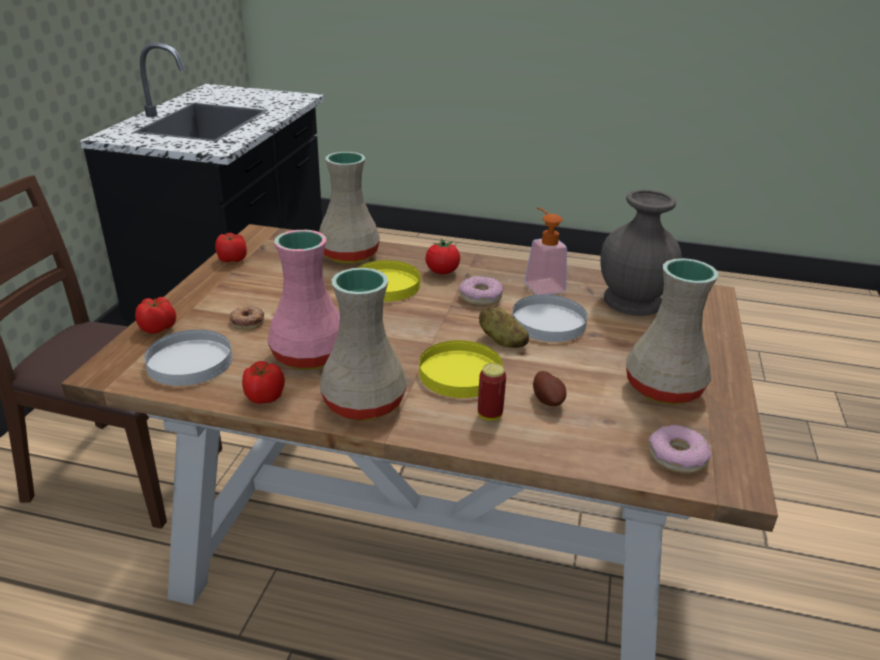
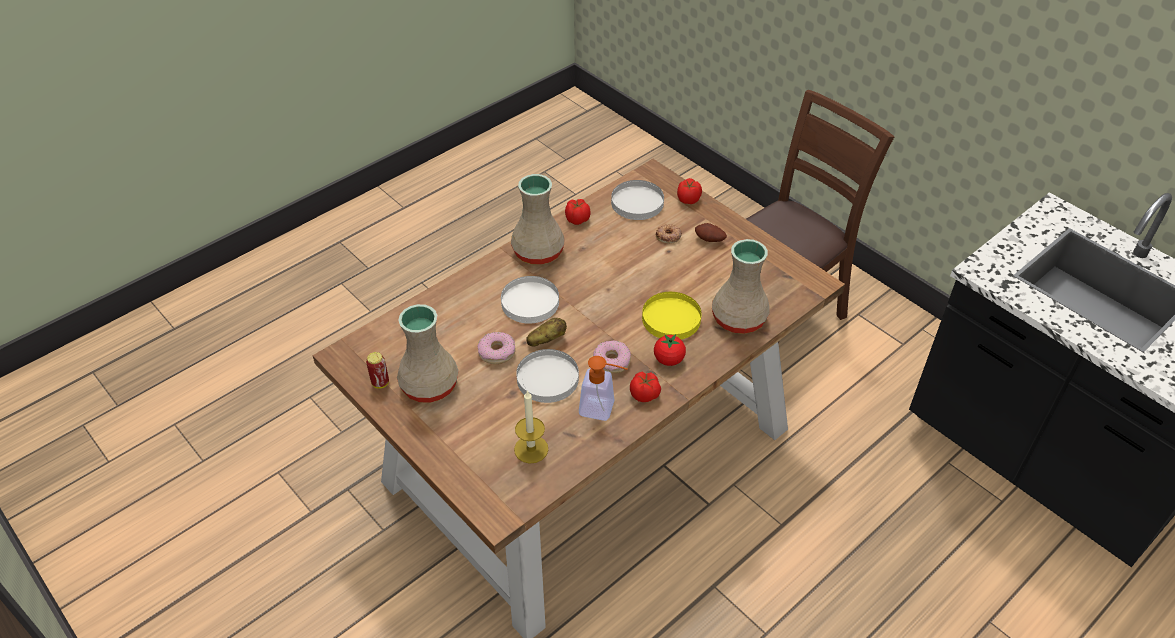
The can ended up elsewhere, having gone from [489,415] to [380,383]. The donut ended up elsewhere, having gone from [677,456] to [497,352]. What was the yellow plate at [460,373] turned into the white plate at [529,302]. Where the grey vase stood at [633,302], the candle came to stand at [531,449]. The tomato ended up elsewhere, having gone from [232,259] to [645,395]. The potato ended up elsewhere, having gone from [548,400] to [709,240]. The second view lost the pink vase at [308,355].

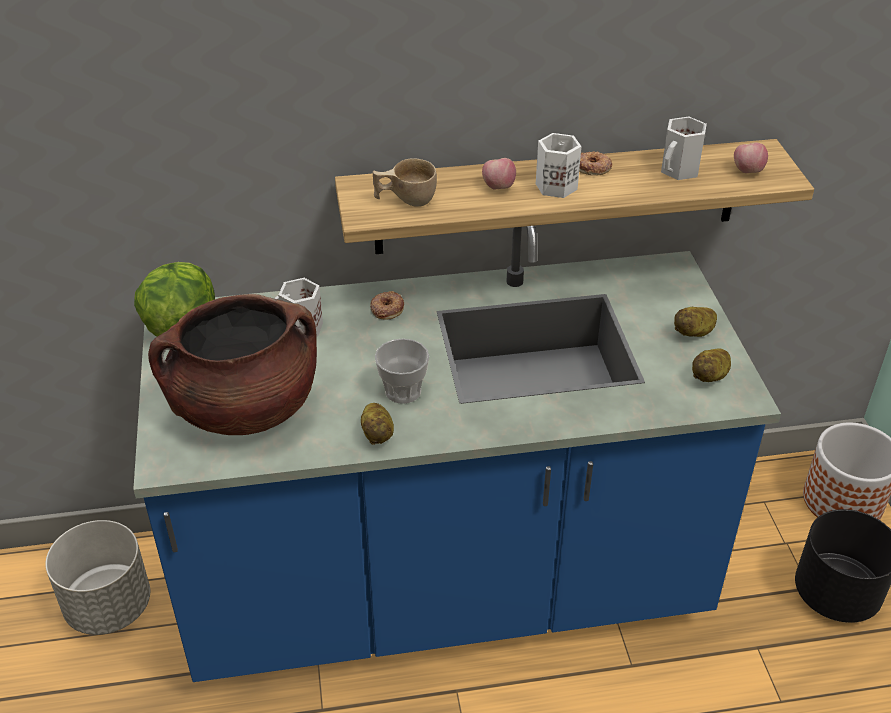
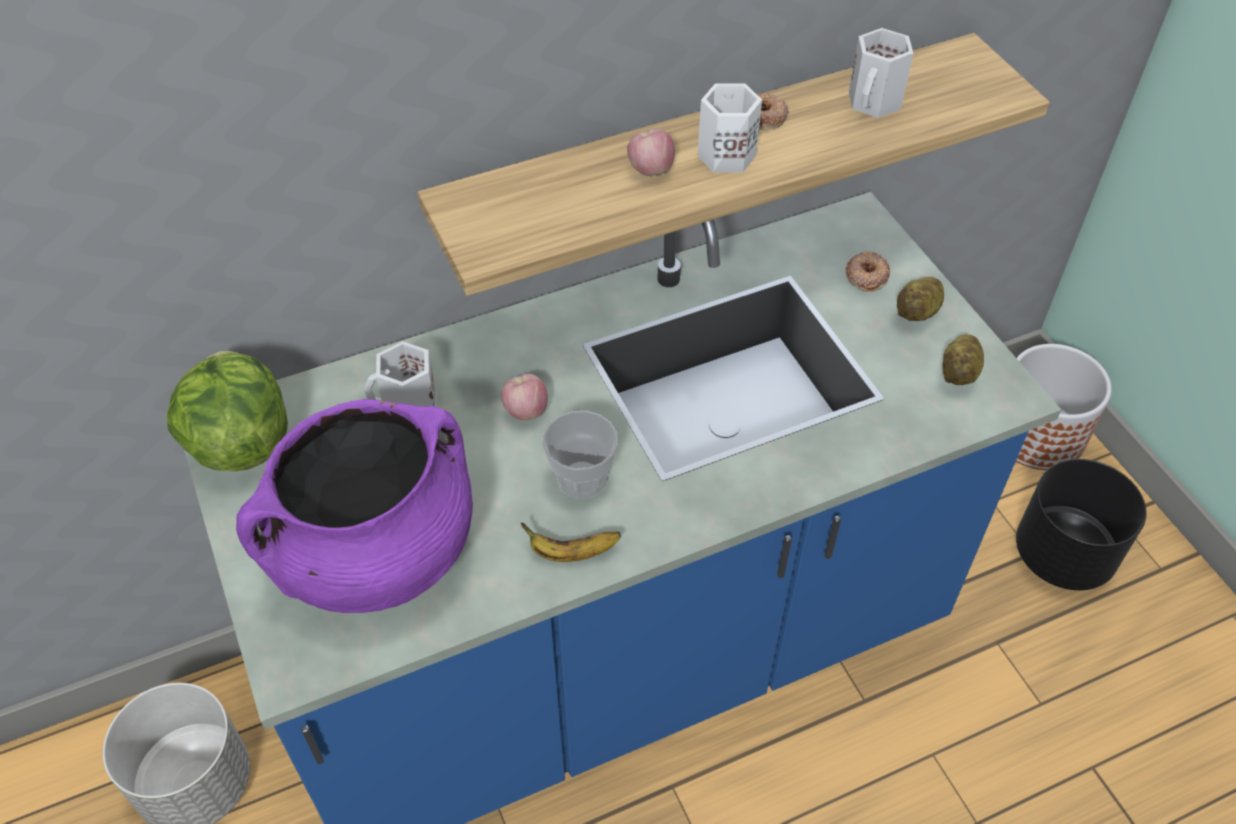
What was the brown cooking pot at [245,408] turned into the purple cooking pot at [375,553]. The apple ended up elsewhere, having gone from [747,171] to [525,411]. Where the potato stood at [378,434], the banana came to stand at [572,553]. The donut ended up elsewhere, having gone from [387,308] to [866,275]. The second view lost the beige cup at [405,199].

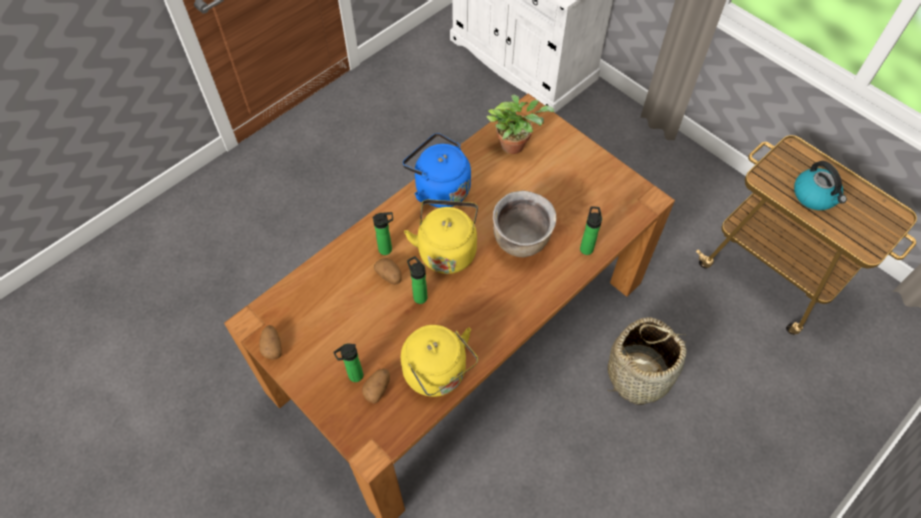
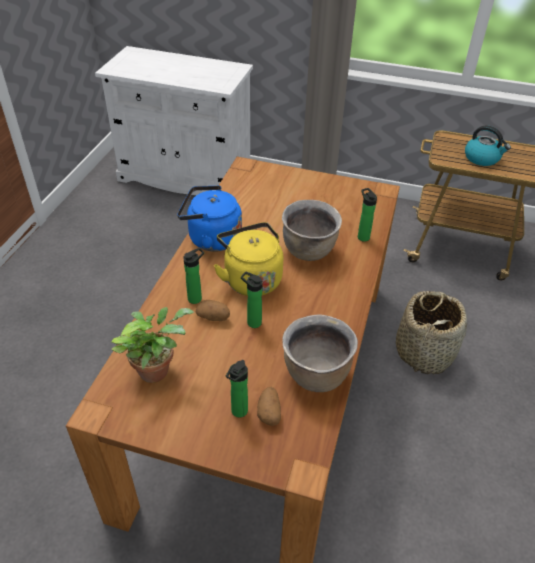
The potted plant ended up elsewhere, having gone from [515,145] to [157,369]. Where the yellow kettle stood at [438,374], the brown cooking pot came to stand at [315,375]. The second view lost the potato at [272,346].

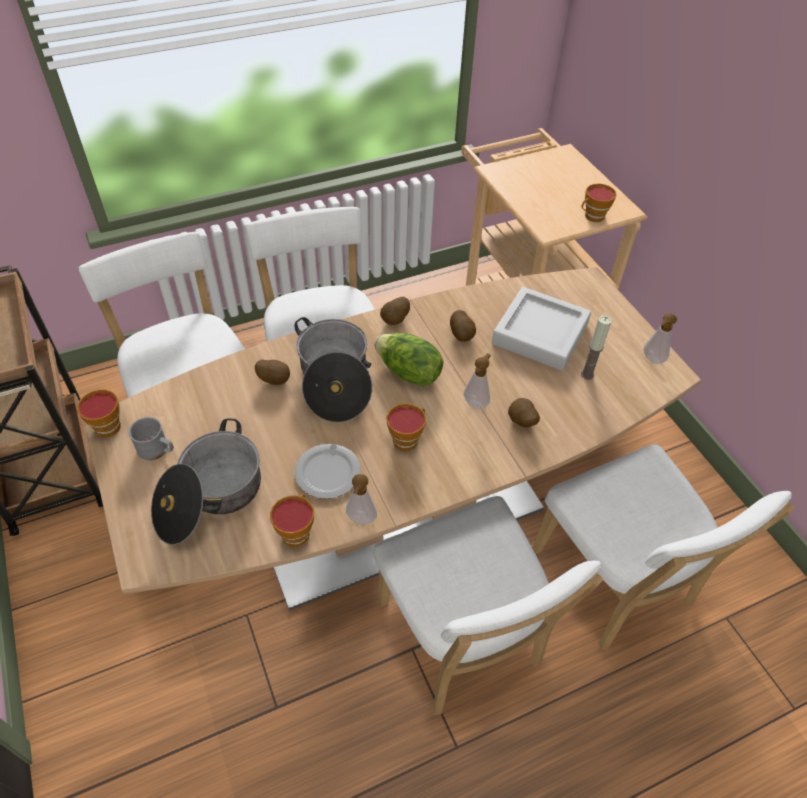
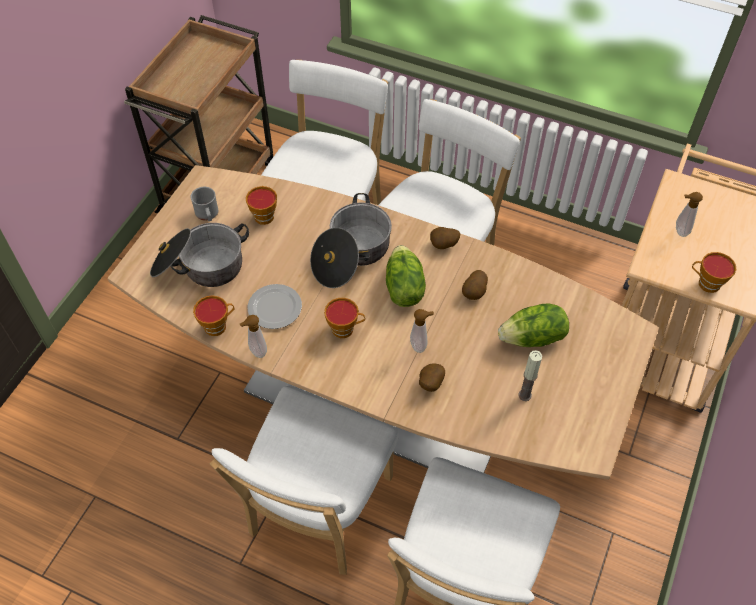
The cup ended up elsewhere, having gone from [105,425] to [264,215]. Where the grey tray stood at [540,334], the lettuce came to stand at [533,338]. The soap dispenser ended up elsewhere, having gone from [652,360] to [679,231]. The second view lost the potato at [274,379].

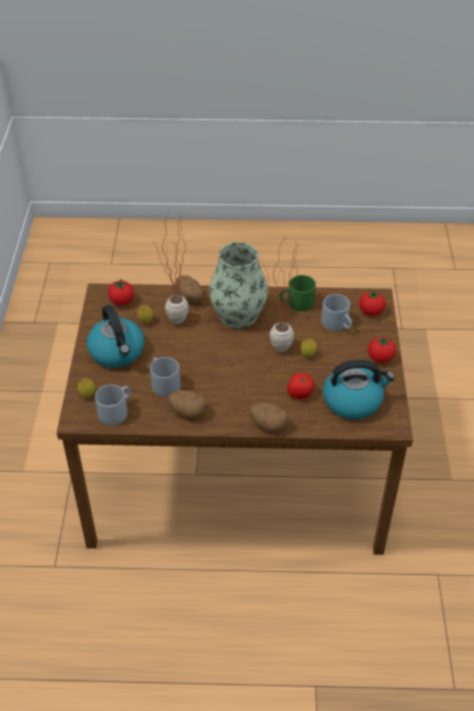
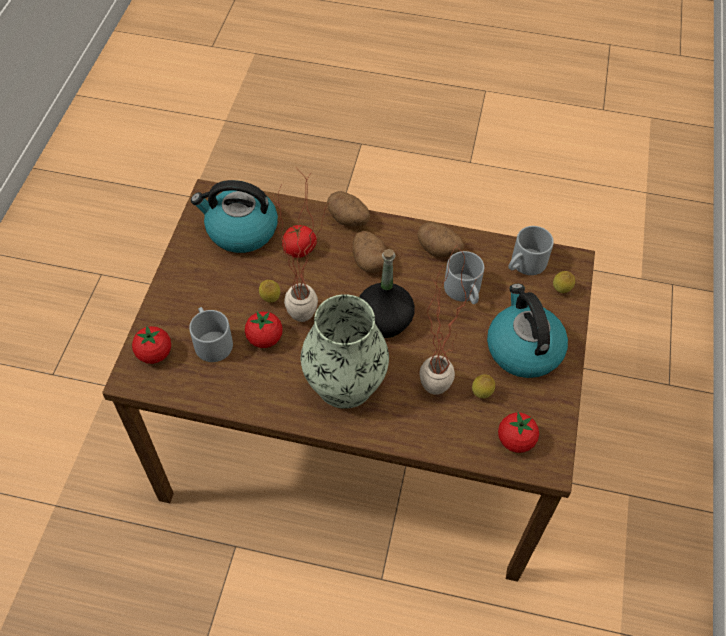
The tomato ended up elsewhere, having gone from [380,358] to [265,338]. The potato ended up elsewhere, having gone from [190,298] to [369,261]. The second view gained the black bottle at [384,320]. The second view lost the green mug at [296,303].

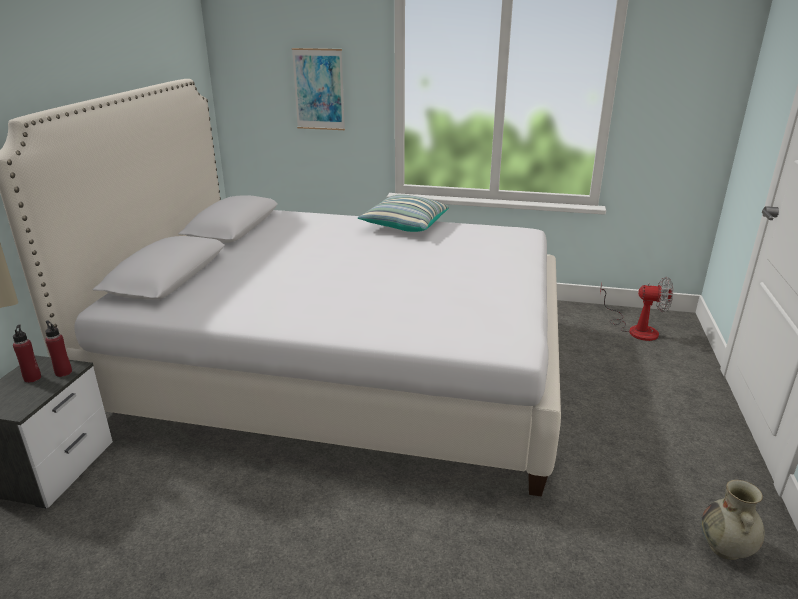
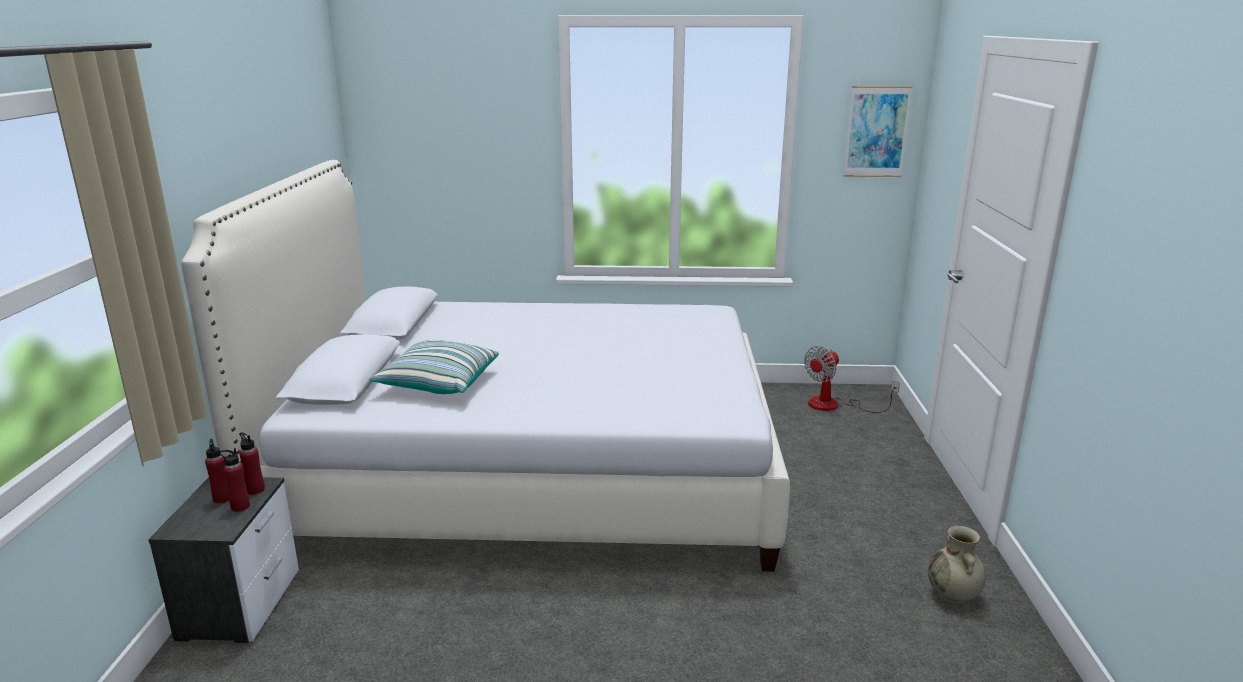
The second view gained the red bottle at [240,506]. The pillow ended up elsewhere, having gone from [404,226] to [438,384]. The fan at [635,329] ended up facing another way, 135 degrees clockwise from before. The picture ended up elsewhere, having gone from [319,89] to [876,132].

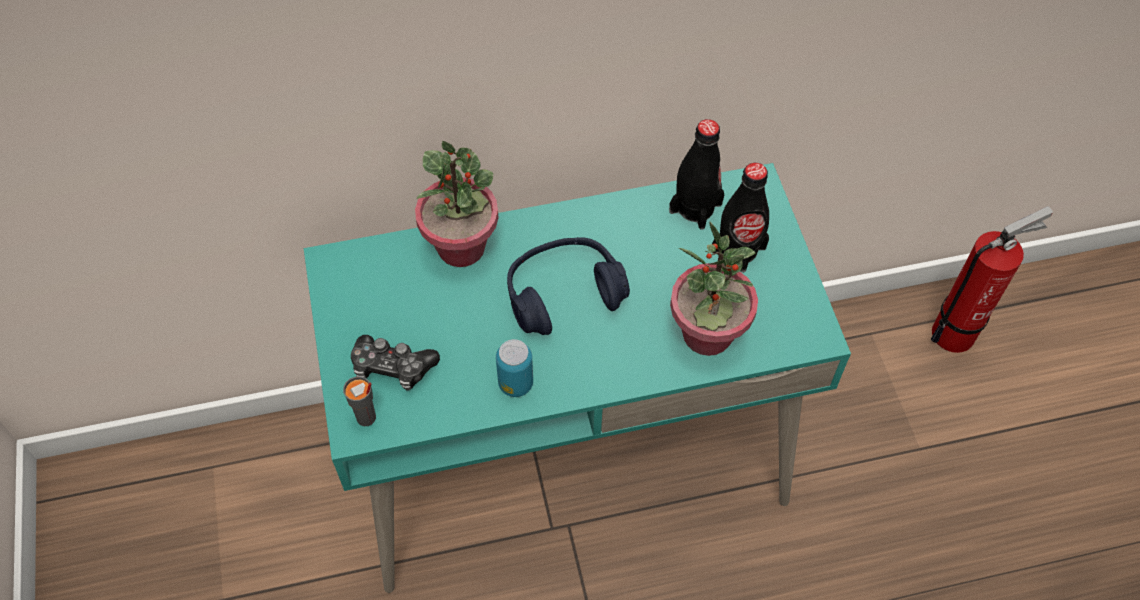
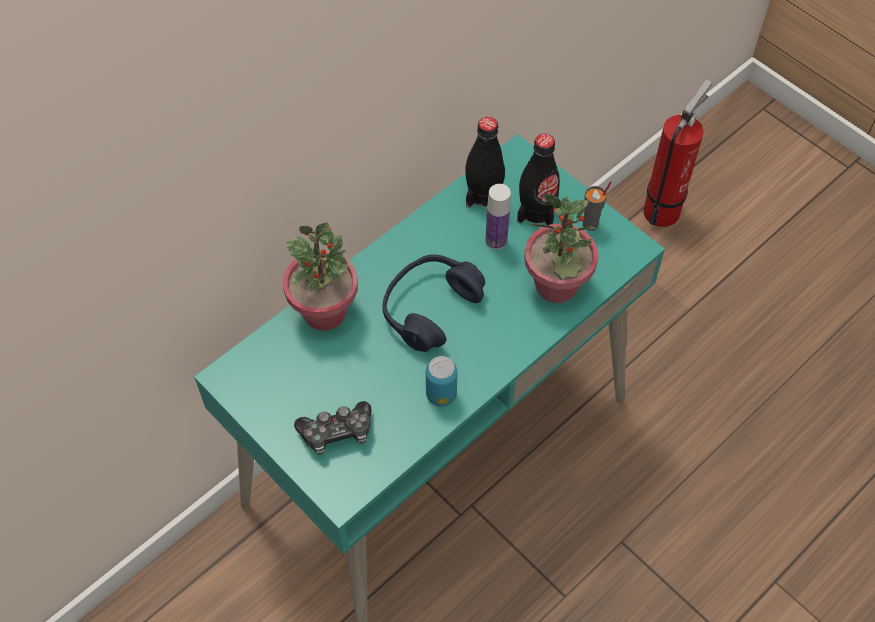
The second view gained the bottle at [496,240]. The grey cup ended up elsewhere, having gone from [366,418] to [590,224].

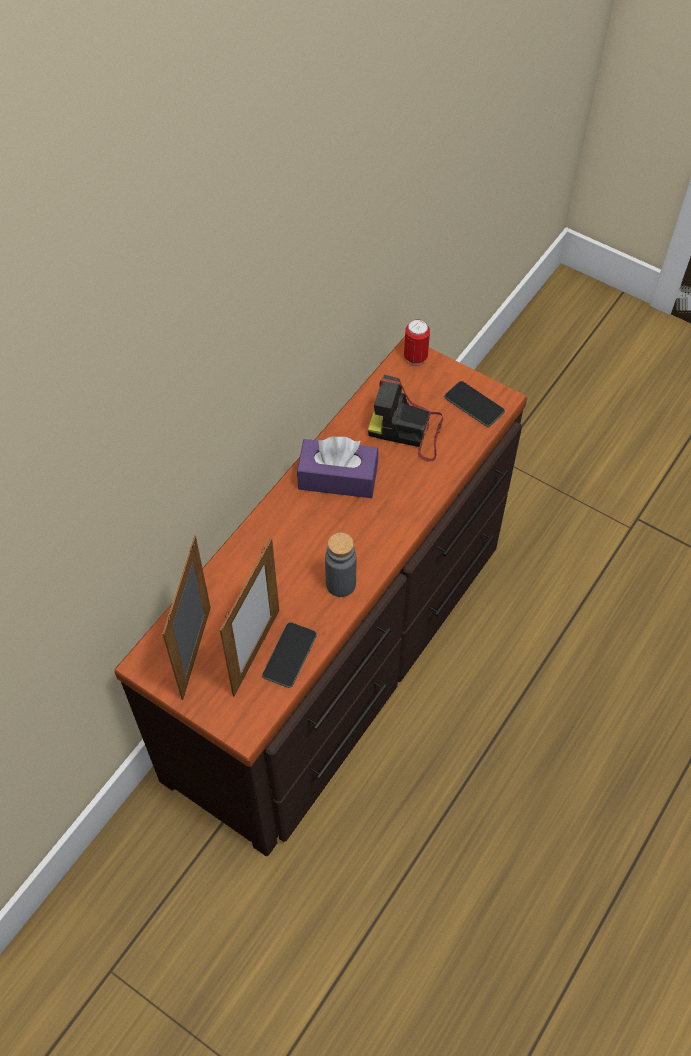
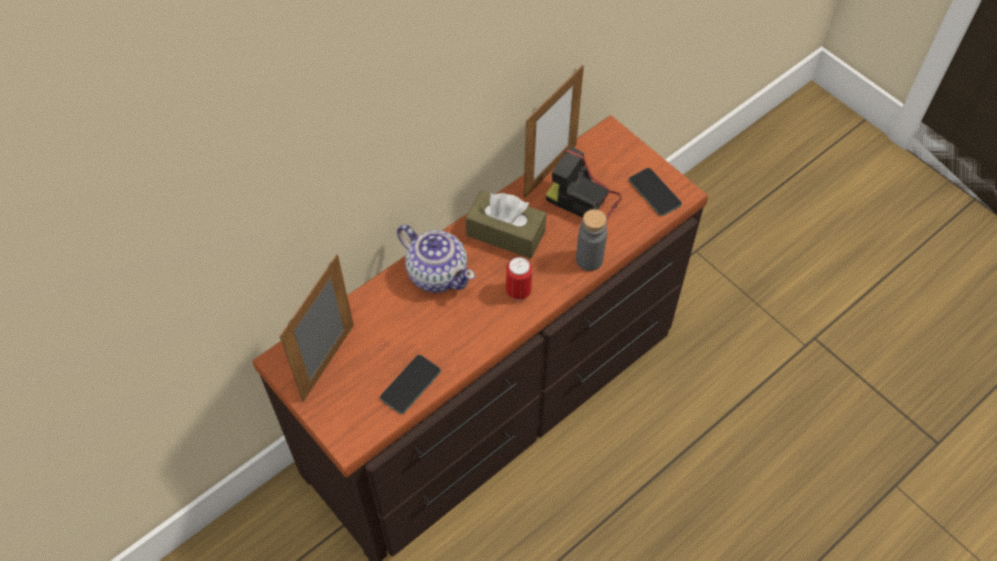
The second view gained the teapot at [437,273]. What was the purple tissue box at [337,478] turned into the brown tissue box at [505,233]. The can ended up elsewhere, having gone from [415,357] to [518,291]. The picture frame ended up elsewhere, having gone from [256,652] to [550,171]. The grey bottle ended up elsewhere, having gone from [340,584] to [589,260].

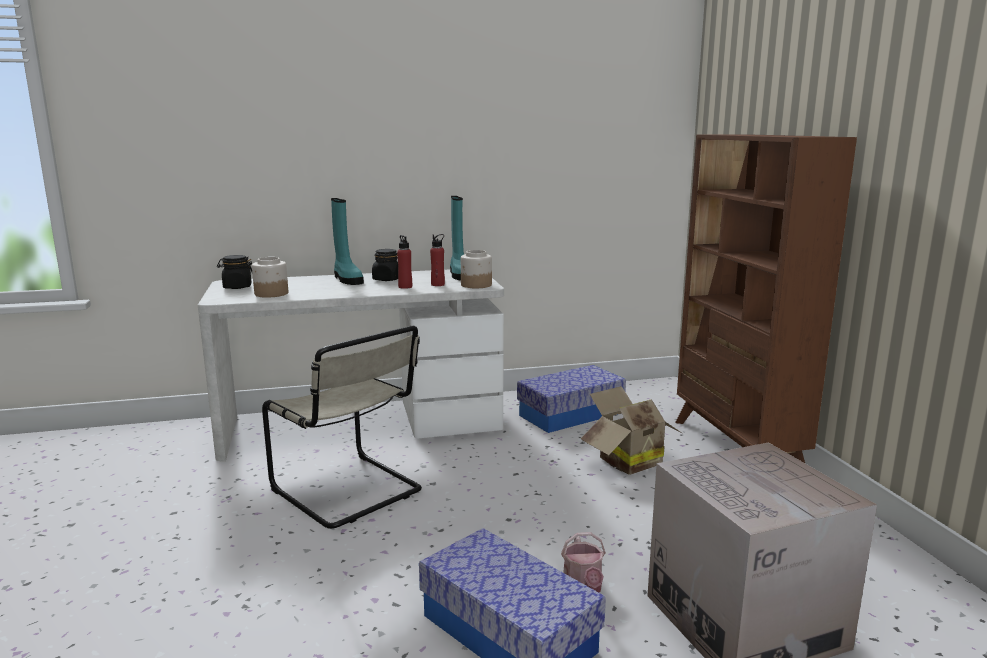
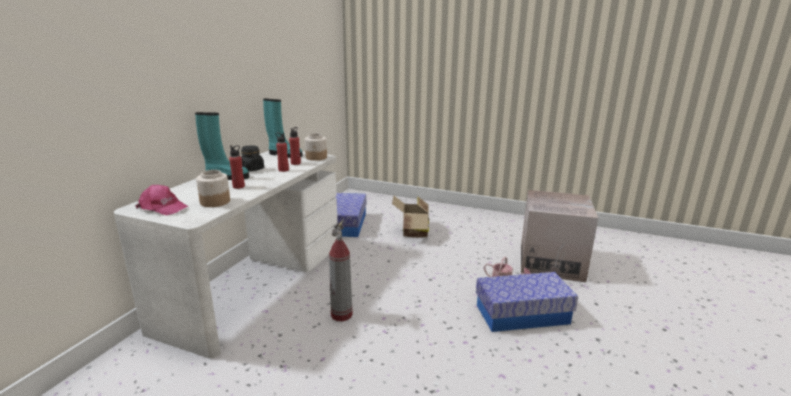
Where the black jar stood at [237,287], the pink cap came to stand at [163,207]. The second view gained the red bottle at [238,186]. Where the beige chair stood at [350,492], the fire extinguisher came to stand at [341,315]. The second view lost the brown bookcase at [736,447].

